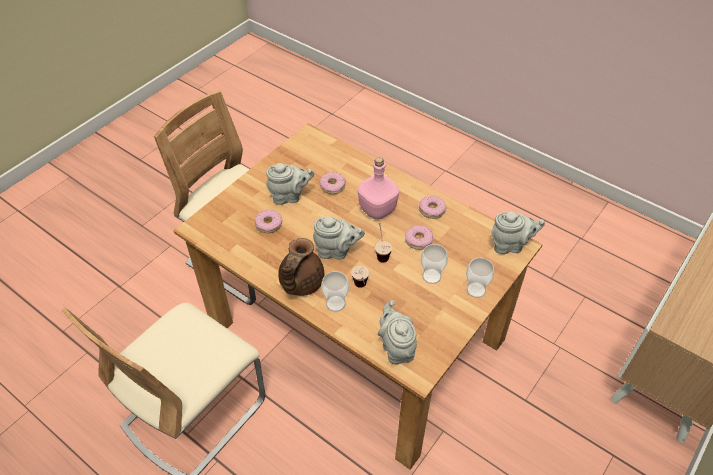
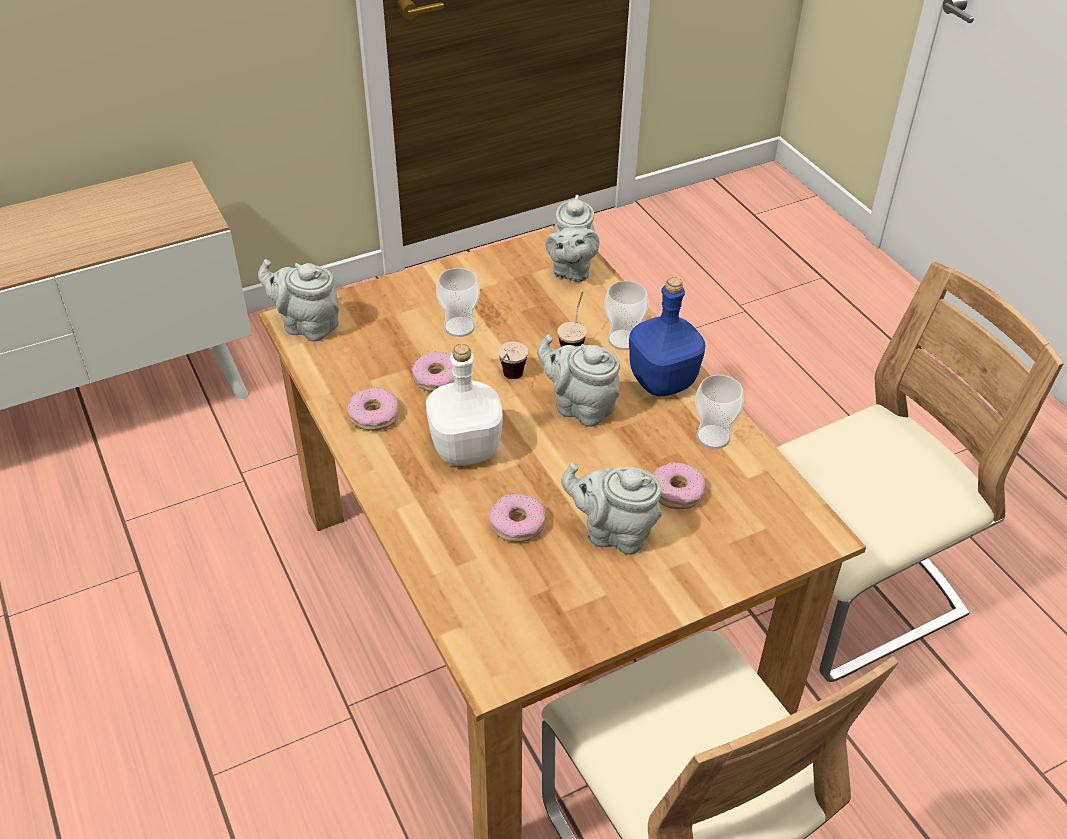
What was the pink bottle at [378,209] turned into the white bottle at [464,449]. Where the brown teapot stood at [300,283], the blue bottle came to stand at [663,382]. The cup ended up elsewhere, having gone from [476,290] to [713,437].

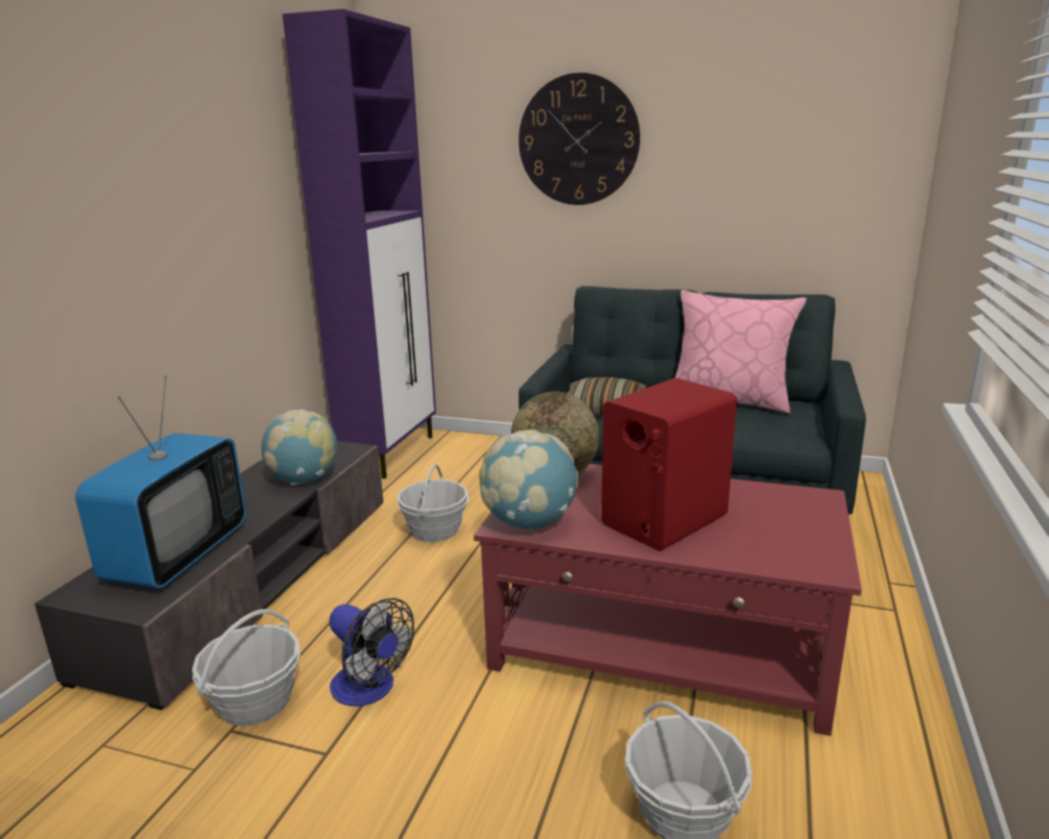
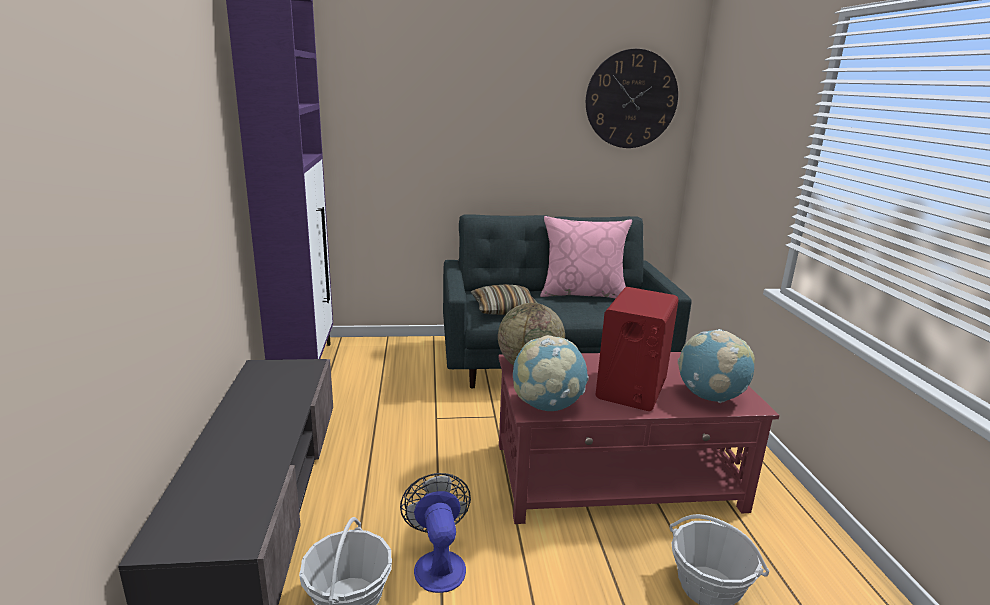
The fan at [370,689] ended up facing another way, 120 degrees counterclockwise from before. The wall clock ended up elsewhere, having gone from [578,140] to [631,99]. The globe ended up elsewhere, having gone from [304,480] to [710,397]. The second view lost the television at [178,555]. The second view lost the basket at [435,530].

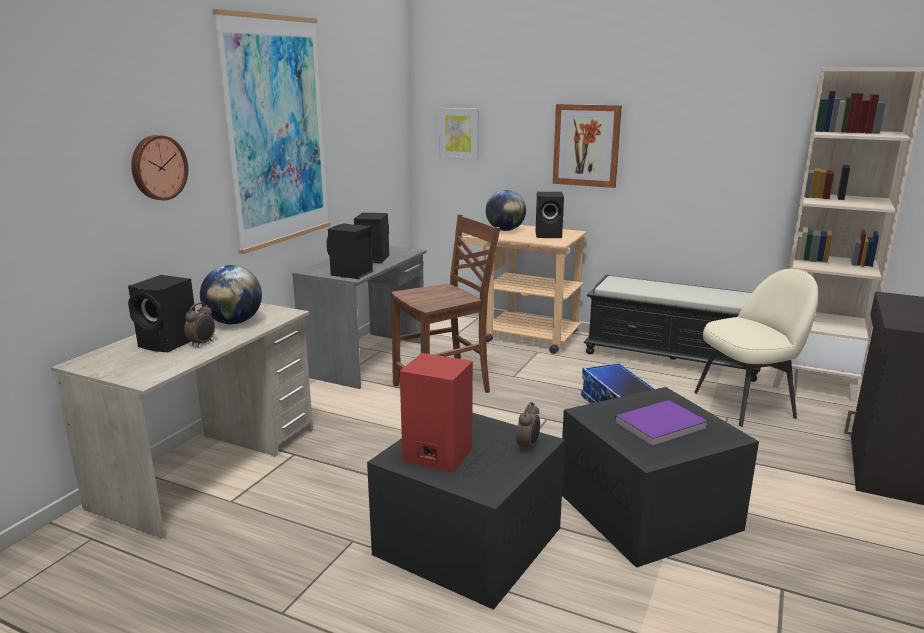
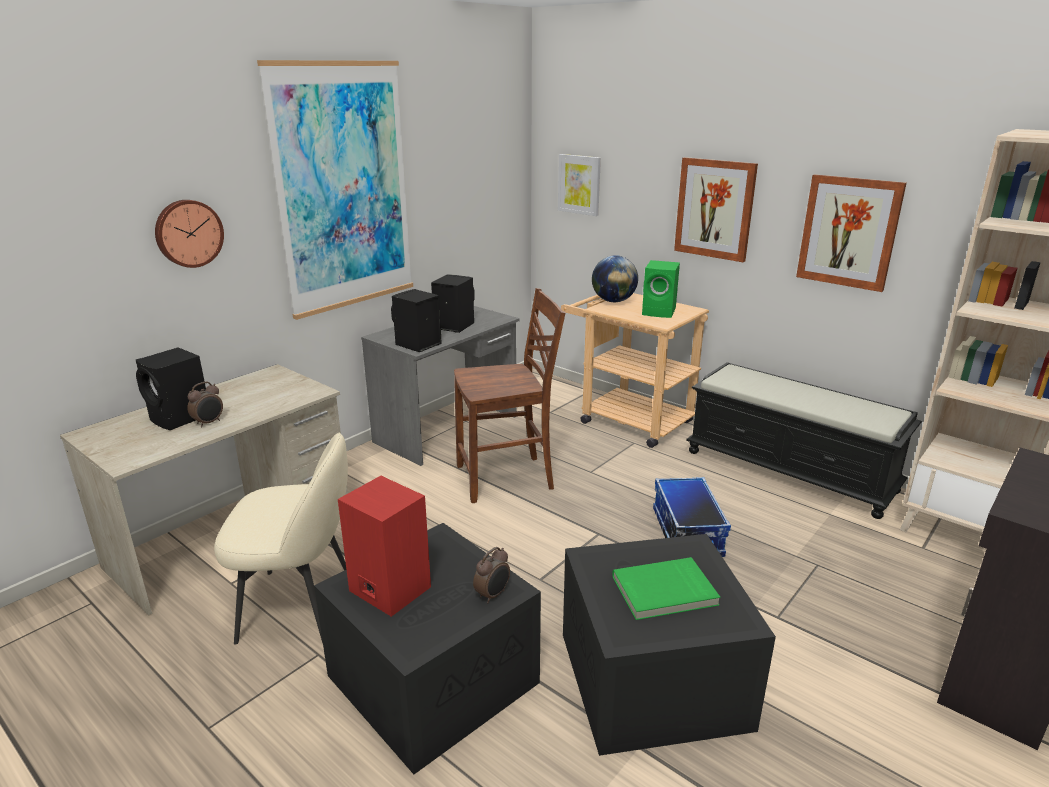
The beige chair ended up elsewhere, having gone from [746,404] to [300,605]. What was the purple book at [661,426] turned into the green book at [665,592]. What was the black speaker at [549,235] turned into the green speaker at [660,312]. The second view gained the picture at [849,232]. The second view lost the globe at [234,322].

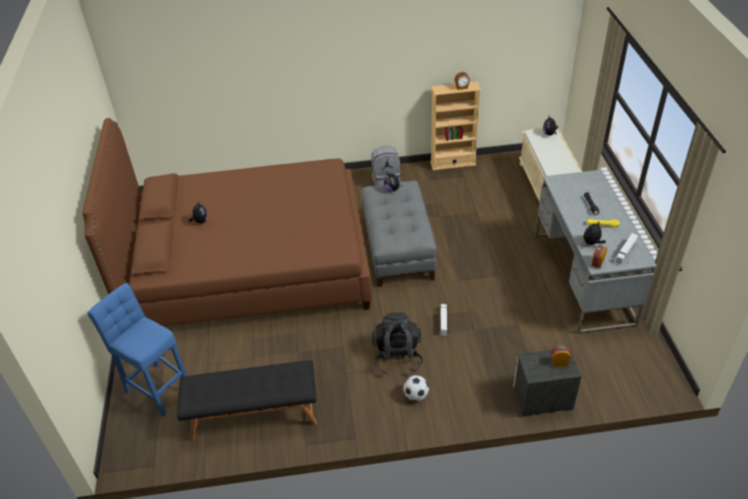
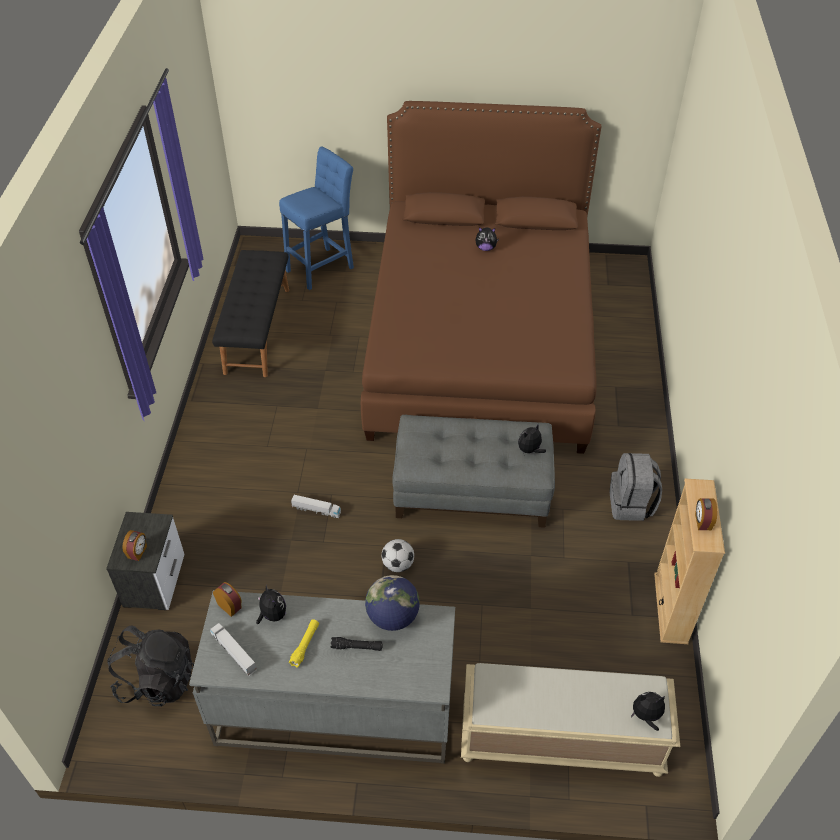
The black backpack ended up elsewhere, having gone from [397,357] to [157,680]. The second view gained the globe at [393,617]. The football ended up elsewhere, having gone from [416,395] to [398,564].

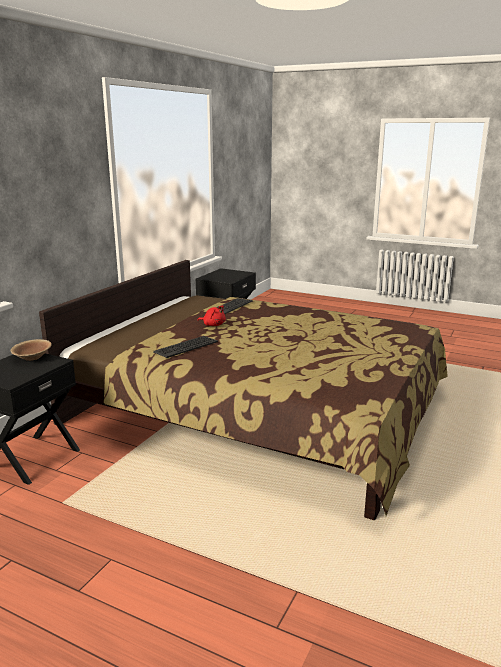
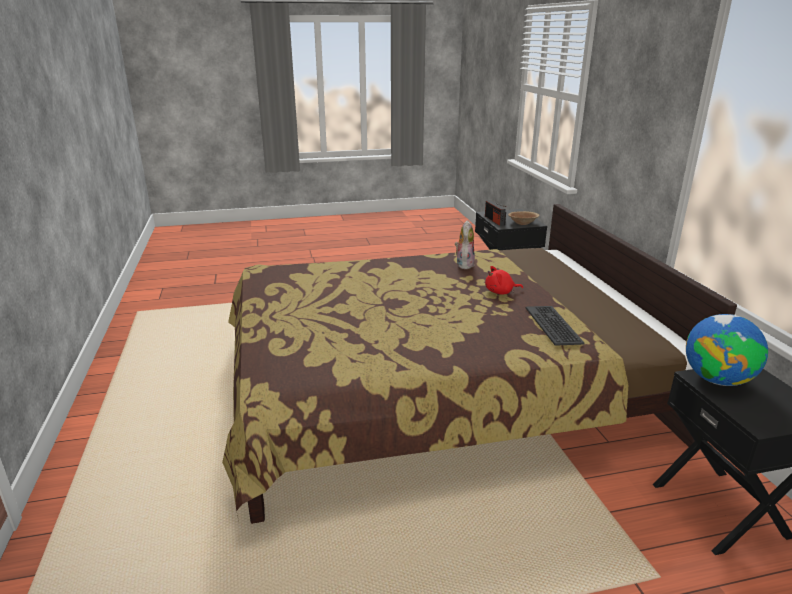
Where the keyboard stood at [186,347], the plush toy came to stand at [464,264]. The second view gained the radio at [494,220]. The second view gained the globe at [717,380].

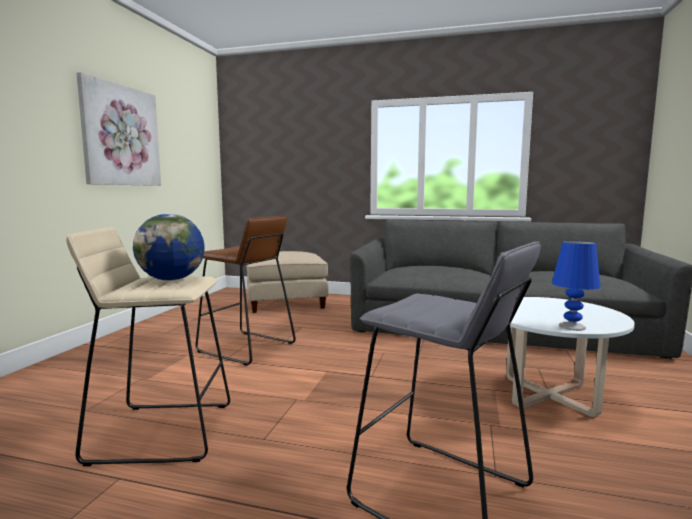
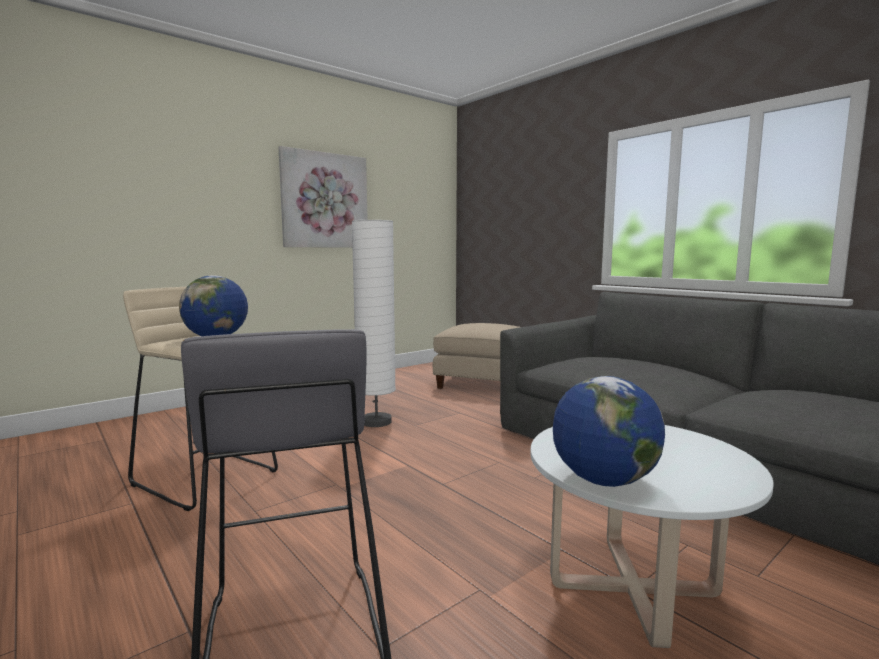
Where the brown stool stood at [246,348], the white floor lamp came to stand at [376,422]. Where the blue table lamp stood at [571,326], the globe came to stand at [603,480].

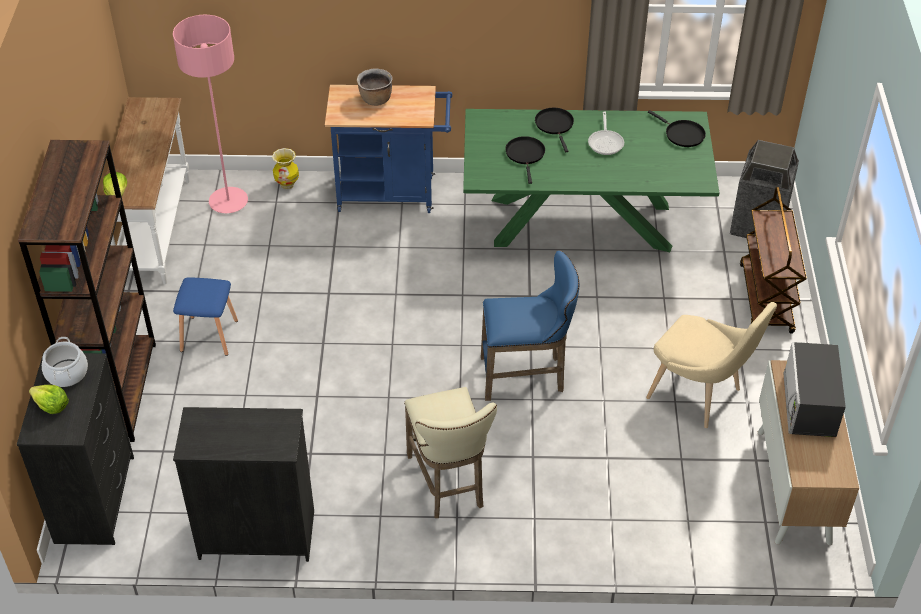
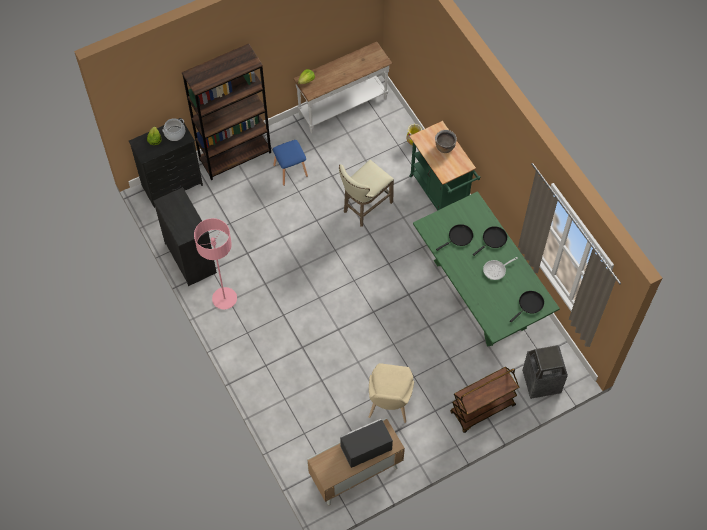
The pink floor lamp ended up elsewhere, having gone from [228,202] to [224,299]. The beige stool ended up elsewhere, having gone from [448,484] to [365,207]. What was the blue cart at [393,193] turned into the green cart at [441,193]. The black frying pan at [682,134] ended up facing another way, 150 degrees counterclockwise from before. The second view lost the blue stool at [527,376].

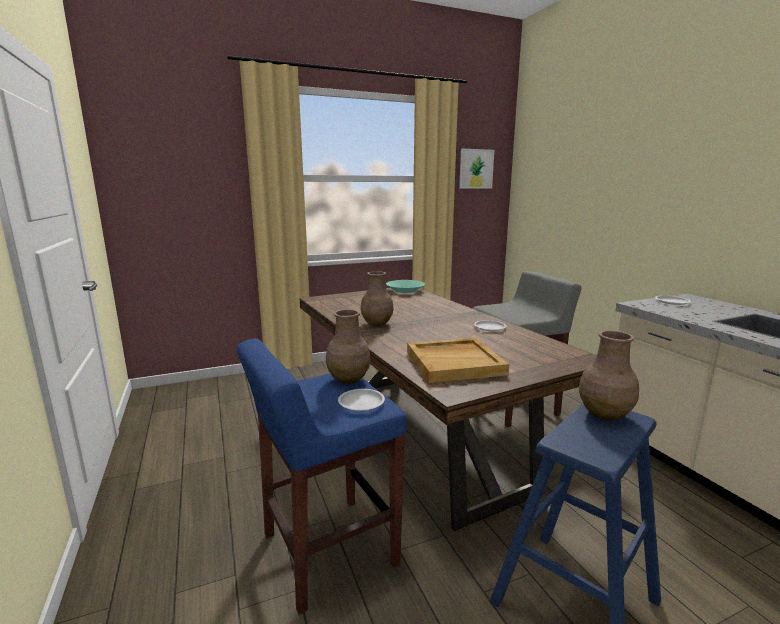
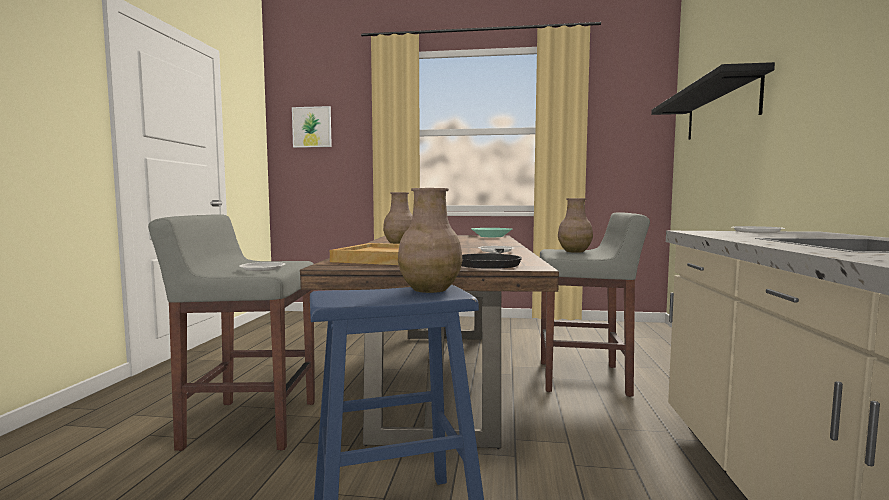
What was the blue stool at [326,550] turned into the grey stool at [249,424]. The picture ended up elsewhere, having gone from [476,169] to [312,127]. The second view gained the black frying pan at [490,262]. The brown vase ended up elsewhere, having gone from [348,379] to [574,251]. The second view gained the black shelf at [721,109].

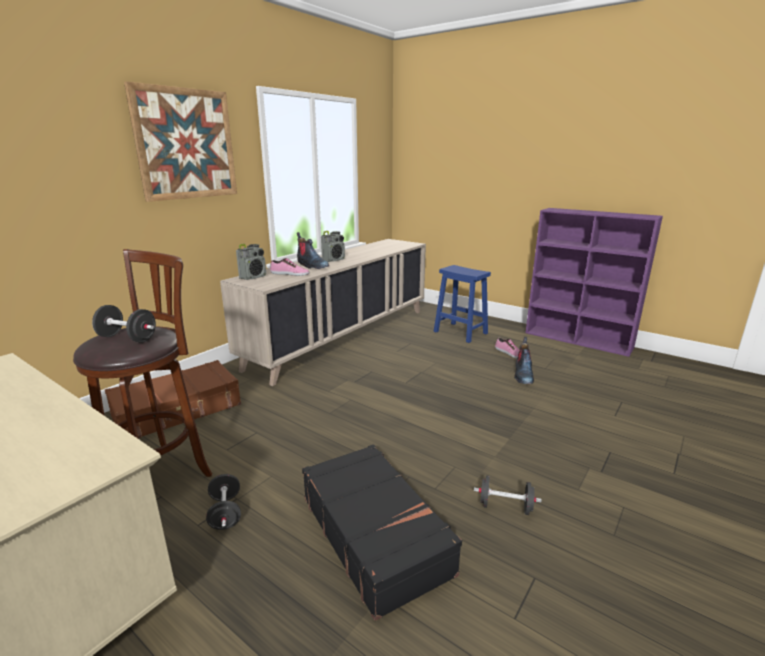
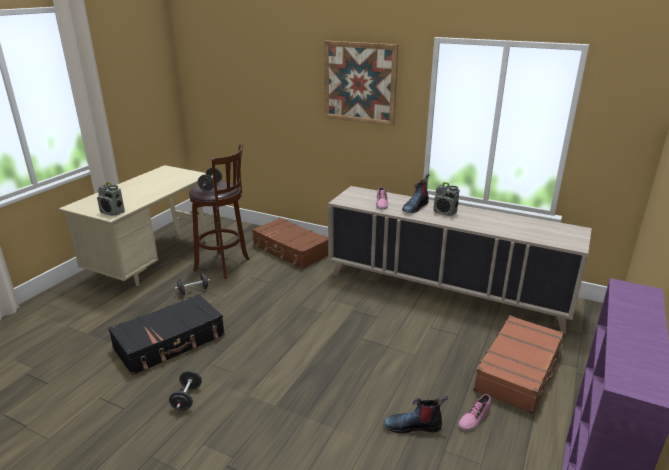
The radio ended up elsewhere, having gone from [253,277] to [112,212]. Where the blue stool stood at [459,332], the brown suitcase came to stand at [519,371].

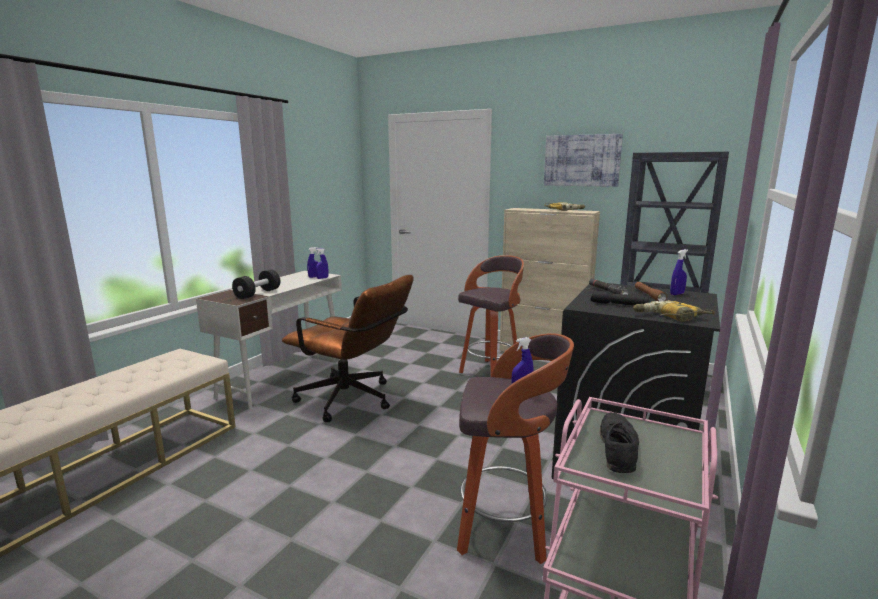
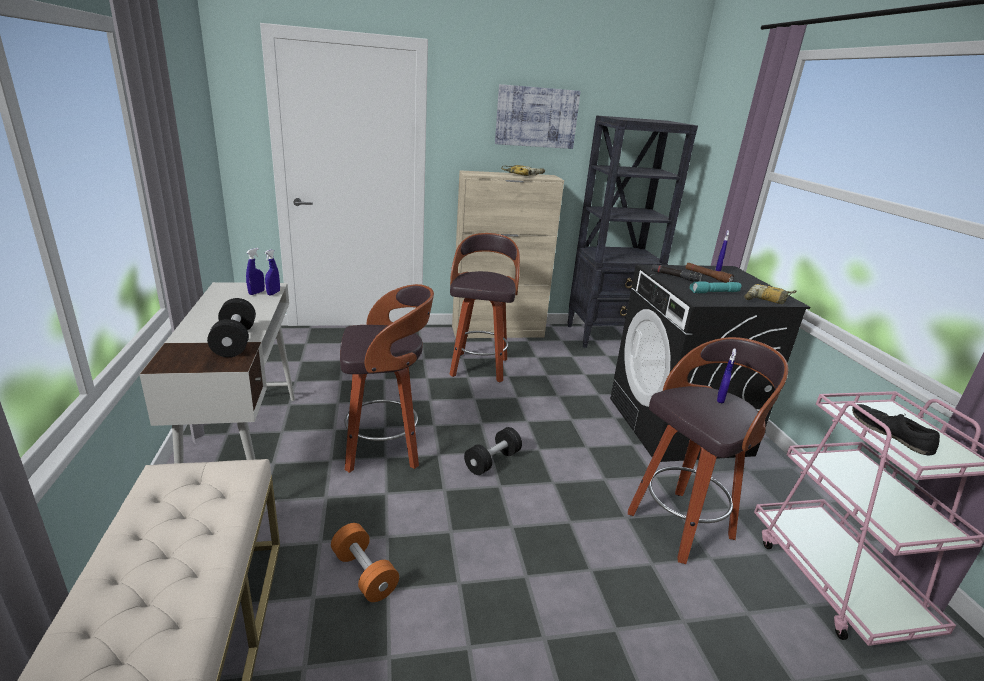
The second view gained the orange dumbbell at [364,573]. Where the brown office chair stood at [353,401], the stool came to stand at [385,449]. The second view gained the black dumbbell at [492,461]. What was the black flashlight at [619,305] turned into the turquoise flashlight at [714,292].

